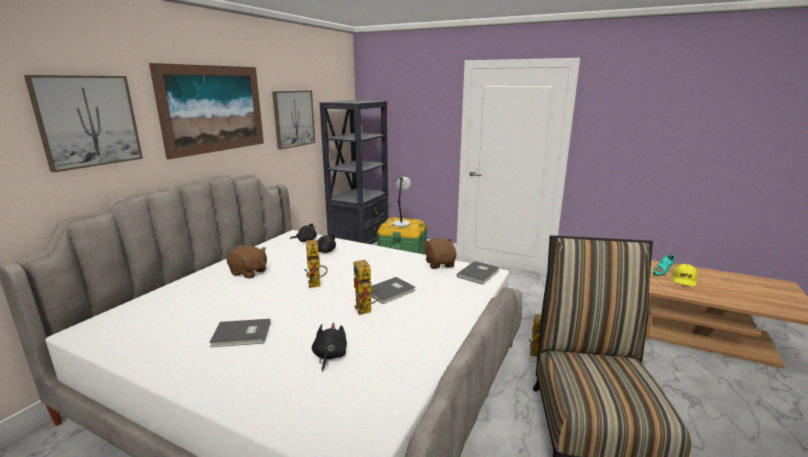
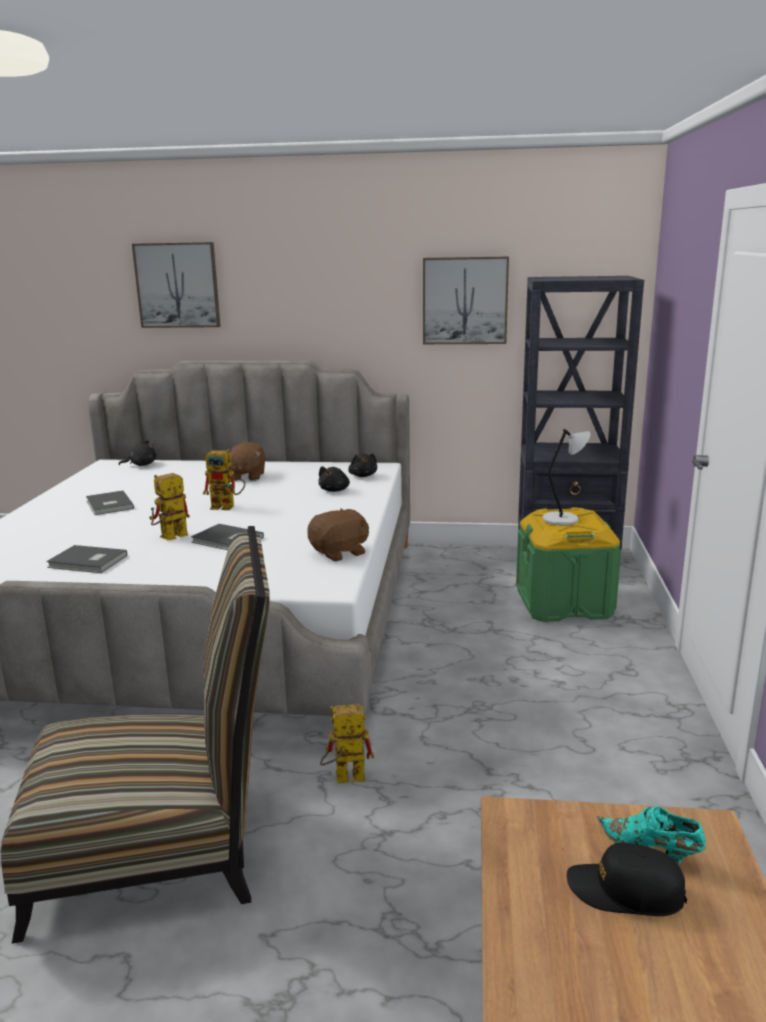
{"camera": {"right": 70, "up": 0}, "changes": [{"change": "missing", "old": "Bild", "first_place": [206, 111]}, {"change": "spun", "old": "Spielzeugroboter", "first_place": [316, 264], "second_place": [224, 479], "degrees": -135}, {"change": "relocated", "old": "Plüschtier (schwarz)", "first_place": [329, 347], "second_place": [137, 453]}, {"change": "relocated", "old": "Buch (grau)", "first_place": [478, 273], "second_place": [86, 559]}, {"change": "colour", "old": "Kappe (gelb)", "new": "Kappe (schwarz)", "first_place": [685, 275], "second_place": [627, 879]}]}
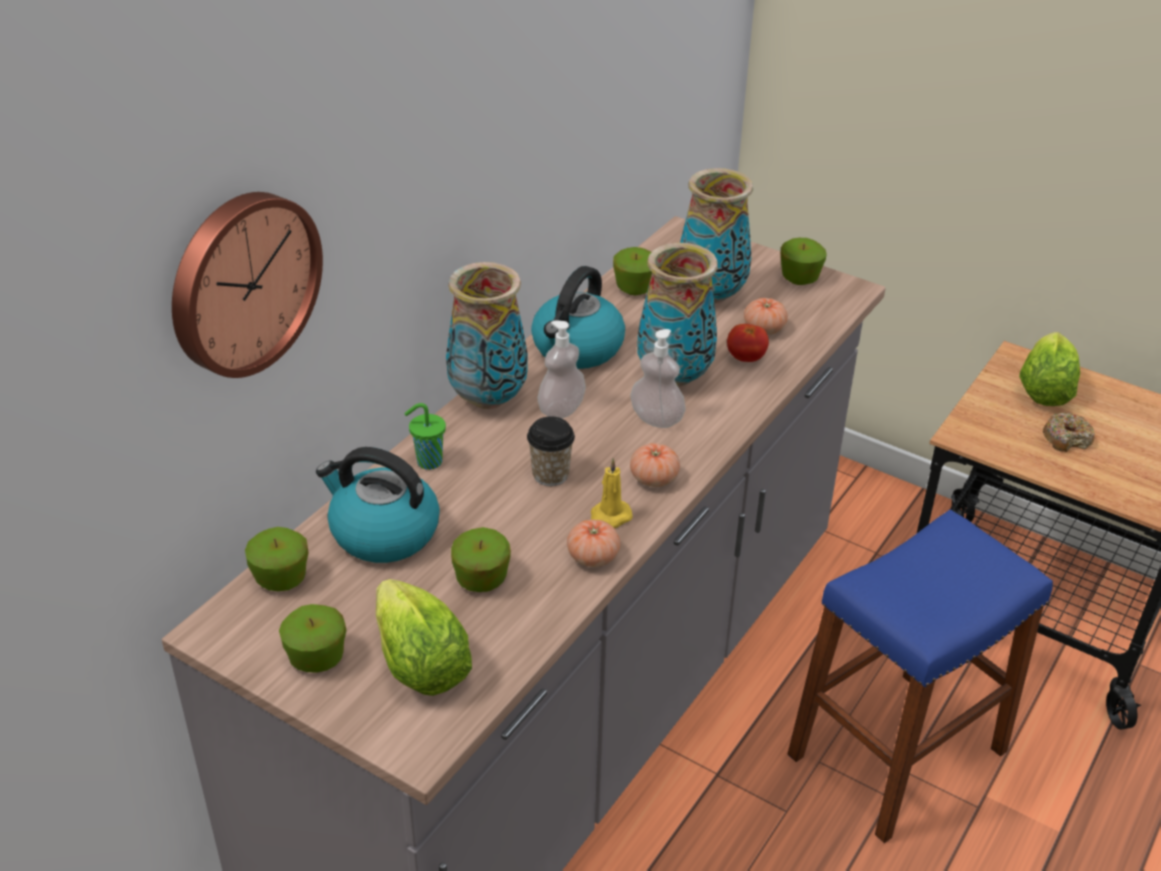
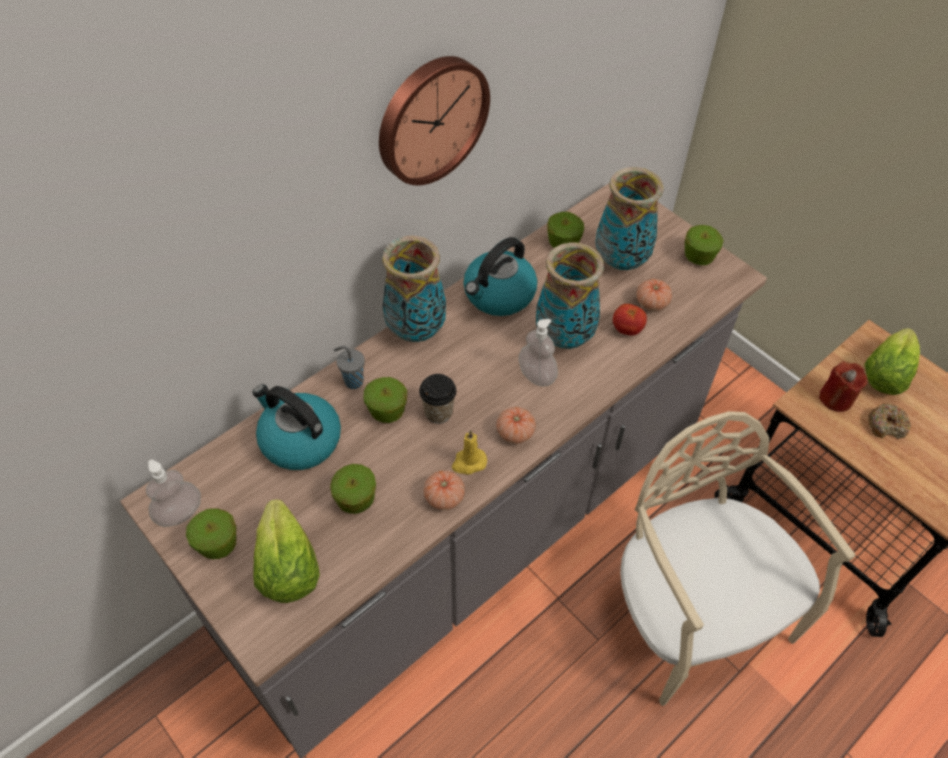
{"camera": {"right": 15, "up": 15}, "changes": [{"change": "relocated", "old": "Wanduhr", "first_place": [247, 285], "second_place": [434, 120]}, {"change": "relocated", "old": "Apfel", "first_place": [276, 559], "second_place": [385, 400]}, {"change": "colour", "old": "Tasse (grün)", "new": "Tasse (grau)", "first_place": [425, 436], "second_place": [349, 367]}, {"change": "relocated", "old": "Seifenspender", "first_place": [561, 370], "second_place": [173, 493]}, {"change": "exchanged", "old": "Hocker (blau)", "new": "Stuhl (beige)", "first_place": [920, 676], "second_place": [738, 558]}, {"change": "appeared", "new": "Kerze (rot)", "second_place": [843, 387]}]}
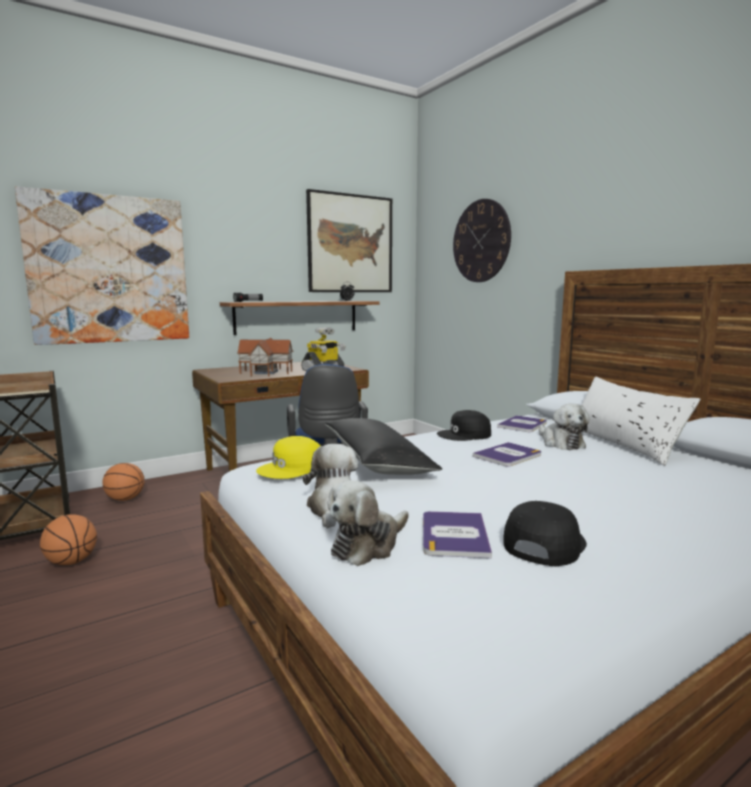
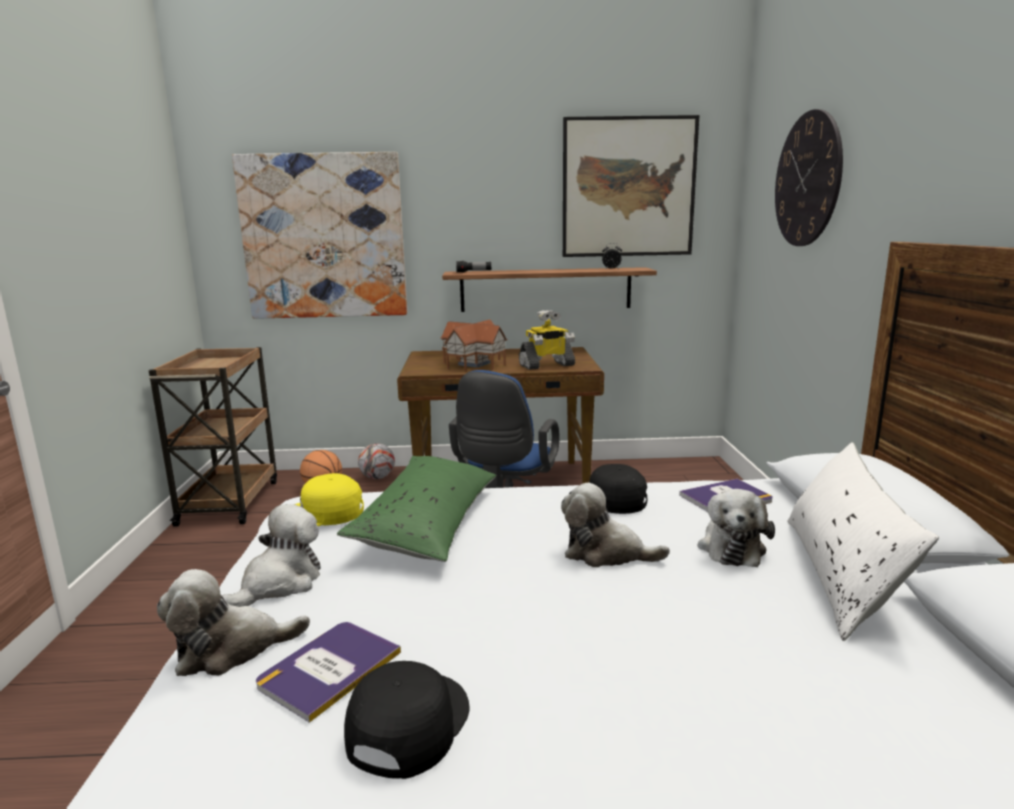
{"camera": {"right": 30, "up": 5}, "changes": [{"change": "missing", "old": "Basketball", "first_place": [68, 539]}, {"change": "colour", "old": "Kissen (schwarz)", "new": "Kissen (grün)", "first_place": [383, 446], "second_place": [416, 509]}, {"change": "exchanged", "old": "Buch", "new": "Plüschtier", "first_place": [507, 454], "second_place": [615, 525]}, {"change": "spun", "old": "Kappe (schwarz)", "first_place": [545, 533], "second_place": [407, 720], "degrees": -45}, {"change": "appeared", "new": "Fußball", "second_place": [376, 461]}]}
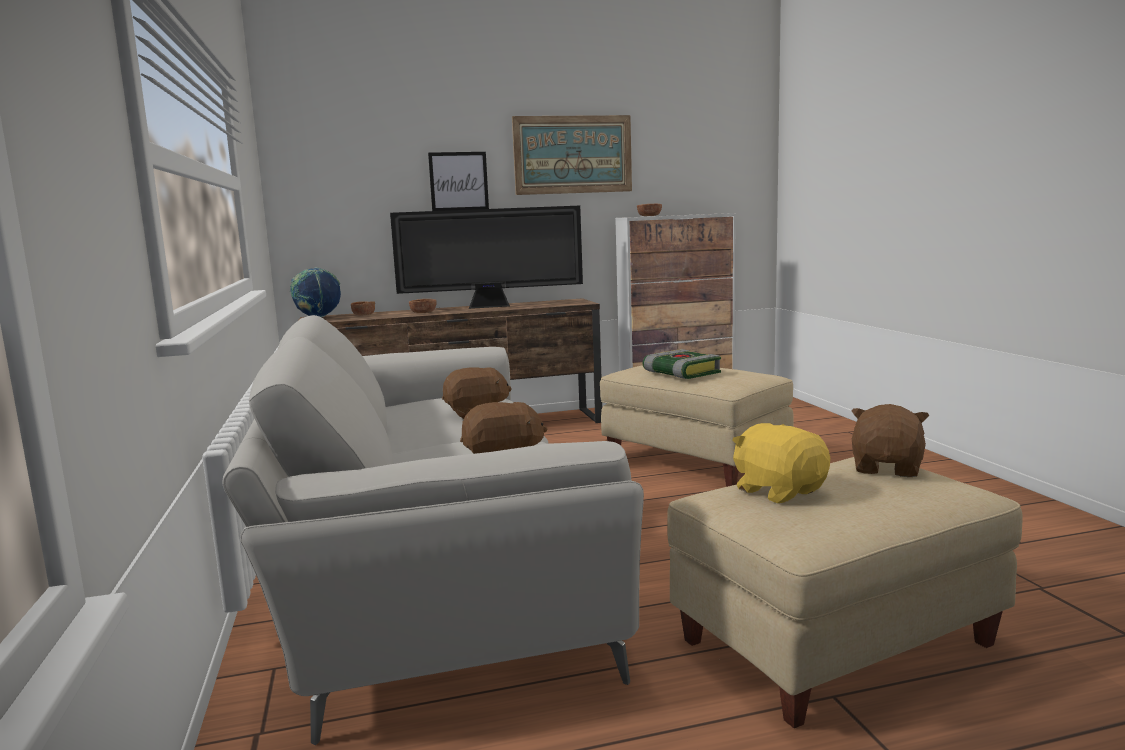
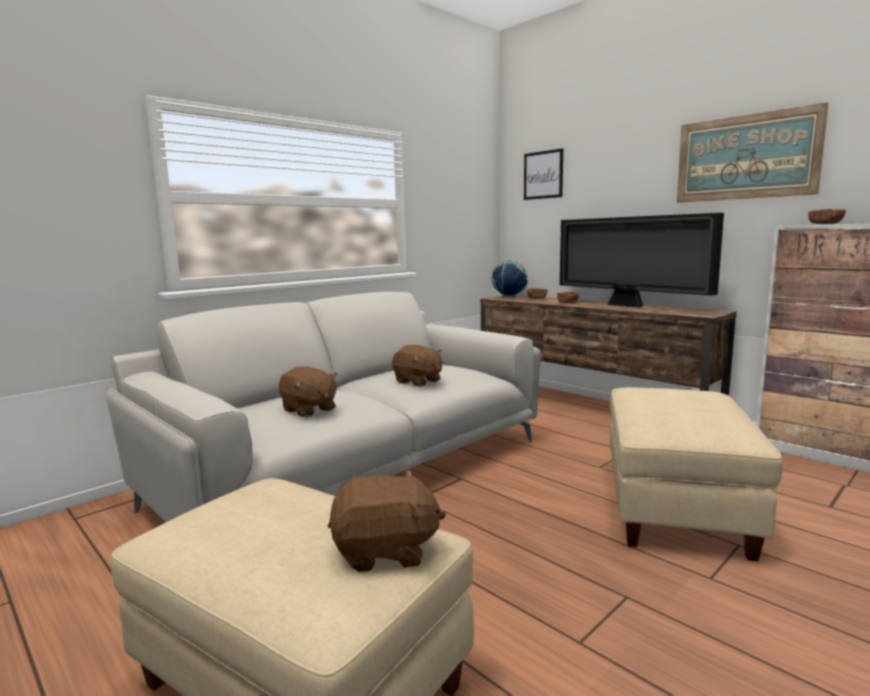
{"camera": {"right": 60, "up": 0}, "changes": [{"change": "relocated", "old": "Bild", "first_place": [458, 181], "second_place": [543, 174]}, {"change": "missing", "old": "Buch", "first_place": [681, 364]}, {"change": "missing", "old": "Plüschtier (gelb)", "first_place": [781, 463]}]}
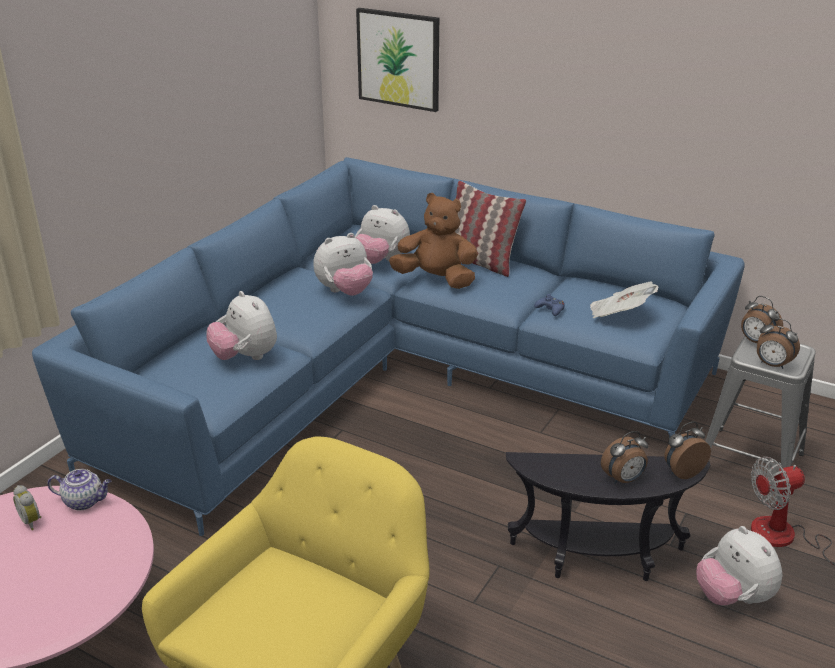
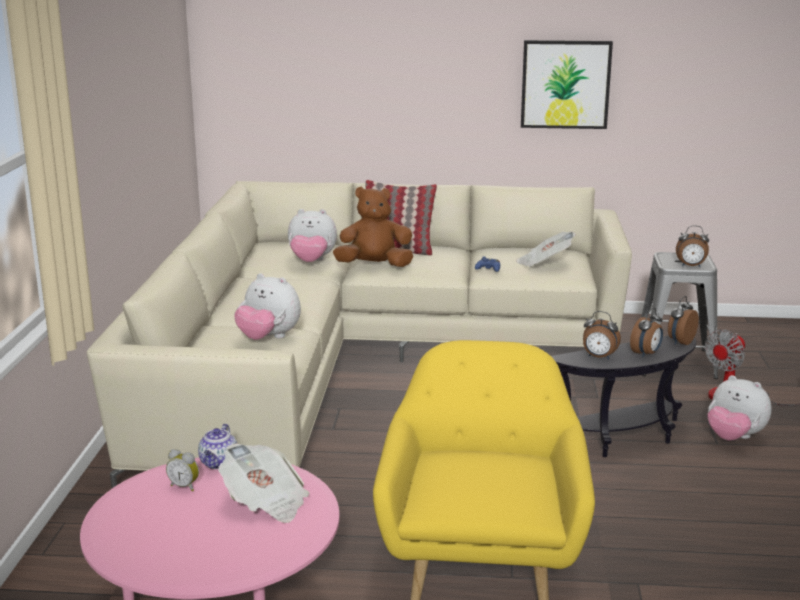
{"camera": {"right": -25, "up": -10}, "changes": [{"change": "colour", "old": "Sofa (blau)", "new": "Sofa (beige)", "first_place": [388, 346], "second_place": [359, 334]}, {"change": "spun", "old": "Teekanne", "first_place": [79, 489], "second_place": [217, 446], "degrees": 120}, {"change": "missing", "old": "Plüschtier", "first_place": [343, 264]}, {"change": "relocated", "old": "Bild", "first_place": [397, 60], "second_place": [567, 84]}, {"change": "relocated", "old": "Wecker", "first_place": [762, 319], "second_place": [602, 335]}, {"change": "appeared", "new": "Zeitung", "second_place": [264, 483]}]}
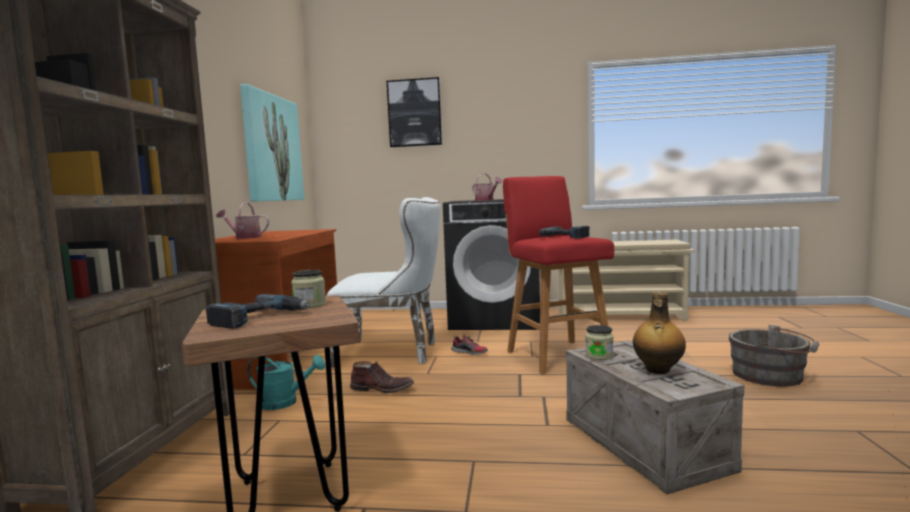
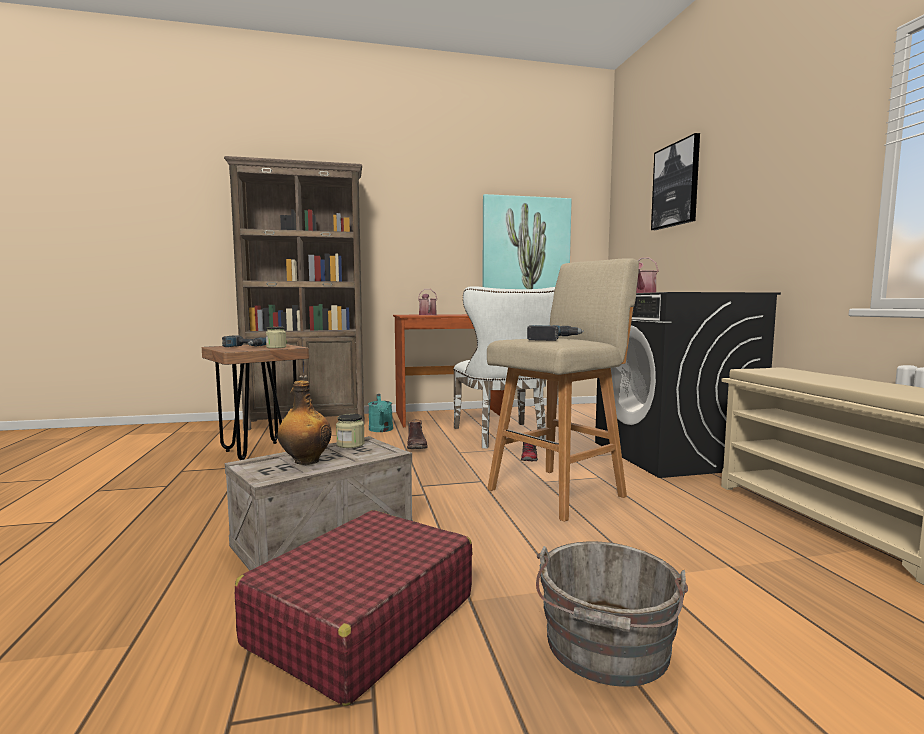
{"camera": {"right": 70, "up": 0}, "changes": [{"change": "colour", "old": "Hocker (rot)", "new": "Hocker (beige)", "first_place": [558, 275], "second_place": [563, 390]}, {"change": "appeared", "new": "Koffer (rot)", "second_place": [353, 608]}]}
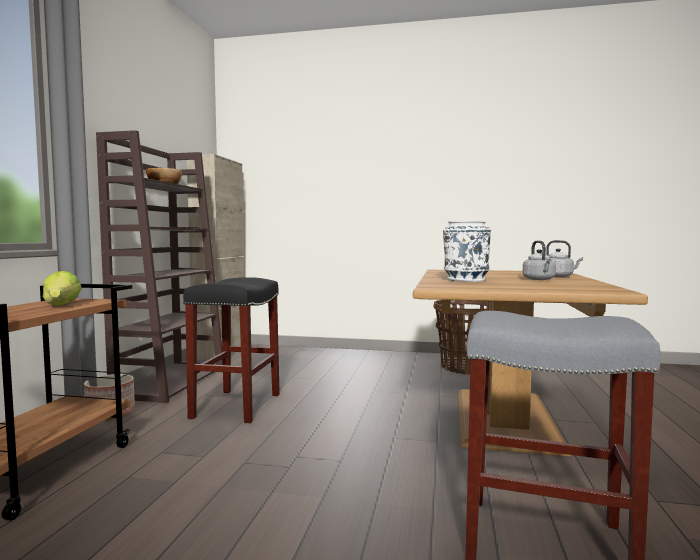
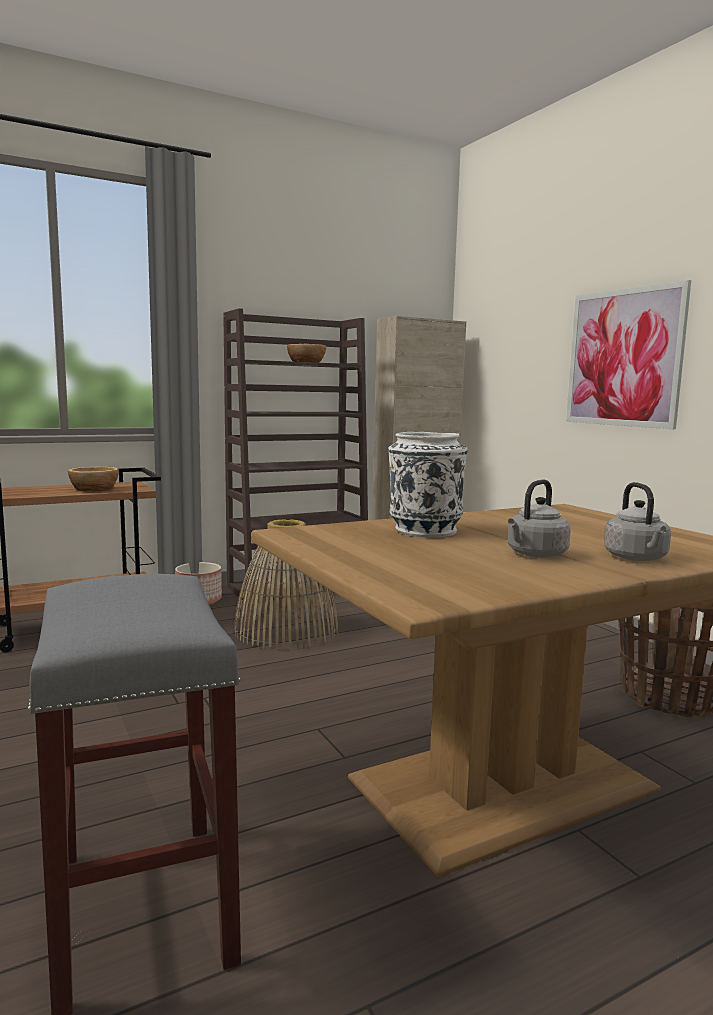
{"camera": {"right": 50, "up": 5}, "changes": [{"change": "exchanged", "old": "Salatkopf", "new": "Schüssel", "first_place": [62, 288], "second_place": [93, 478]}, {"change": "exchanged", "old": "Hocker (schwarz)", "new": "Korb", "first_place": [231, 350], "second_place": [286, 584]}, {"change": "appeared", "new": "Bild", "second_place": [628, 354]}]}
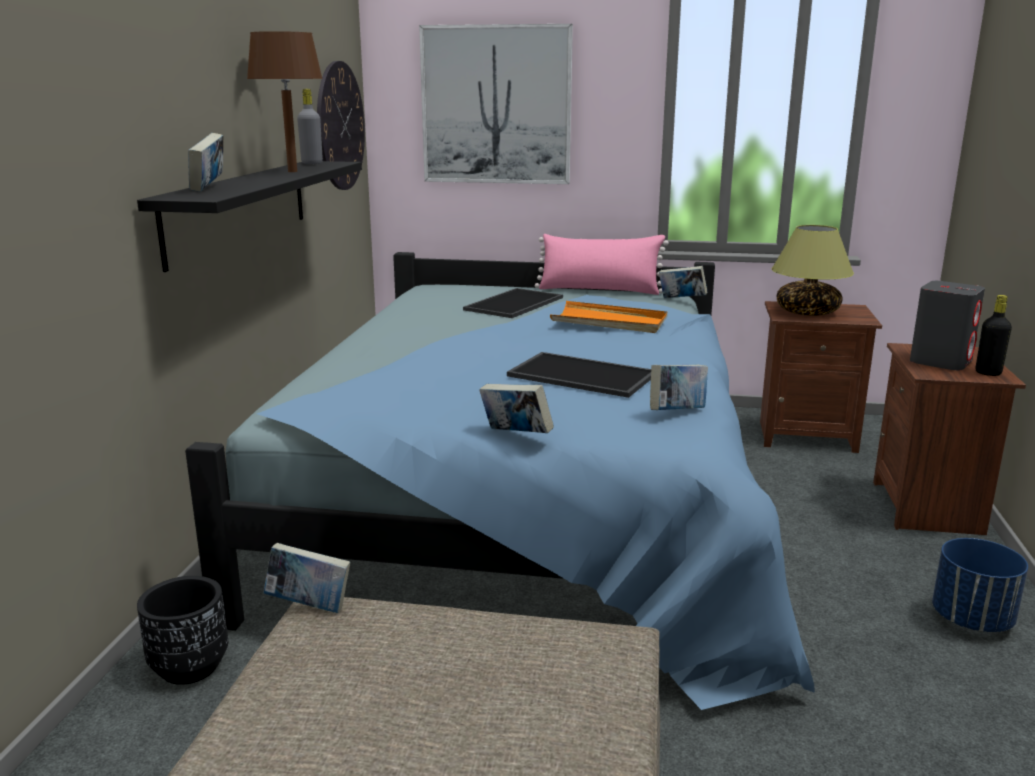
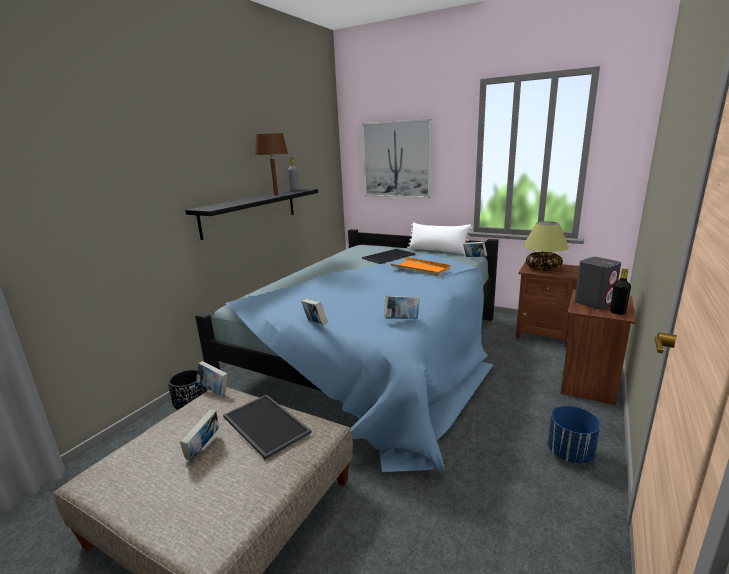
{"camera": {"right": 20, "up": 0}, "changes": [{"change": "relocated", "old": "Buch", "first_place": [206, 162], "second_place": [199, 435]}, {"change": "missing", "old": "Wanduhr", "first_place": [341, 125]}, {"change": "relocated", "old": "Tablett", "first_place": [579, 375], "second_place": [267, 427]}, {"change": "colour", "old": "Kissen (rosa)", "new": "Kissen (weiß)", "first_place": [602, 264], "second_place": [440, 238]}]}
